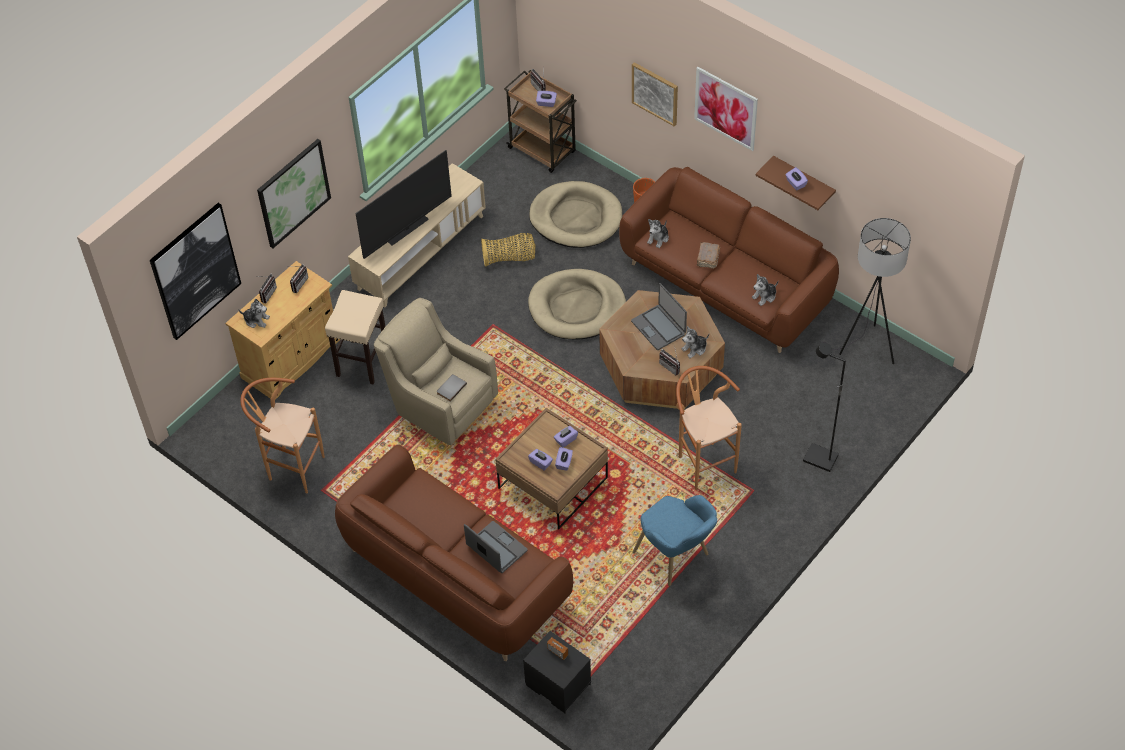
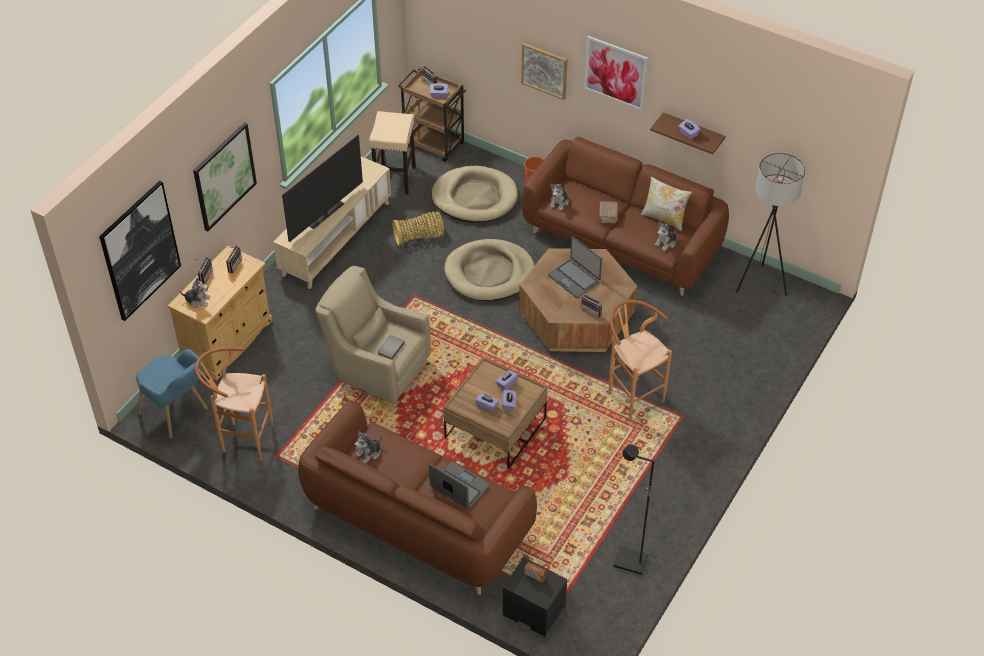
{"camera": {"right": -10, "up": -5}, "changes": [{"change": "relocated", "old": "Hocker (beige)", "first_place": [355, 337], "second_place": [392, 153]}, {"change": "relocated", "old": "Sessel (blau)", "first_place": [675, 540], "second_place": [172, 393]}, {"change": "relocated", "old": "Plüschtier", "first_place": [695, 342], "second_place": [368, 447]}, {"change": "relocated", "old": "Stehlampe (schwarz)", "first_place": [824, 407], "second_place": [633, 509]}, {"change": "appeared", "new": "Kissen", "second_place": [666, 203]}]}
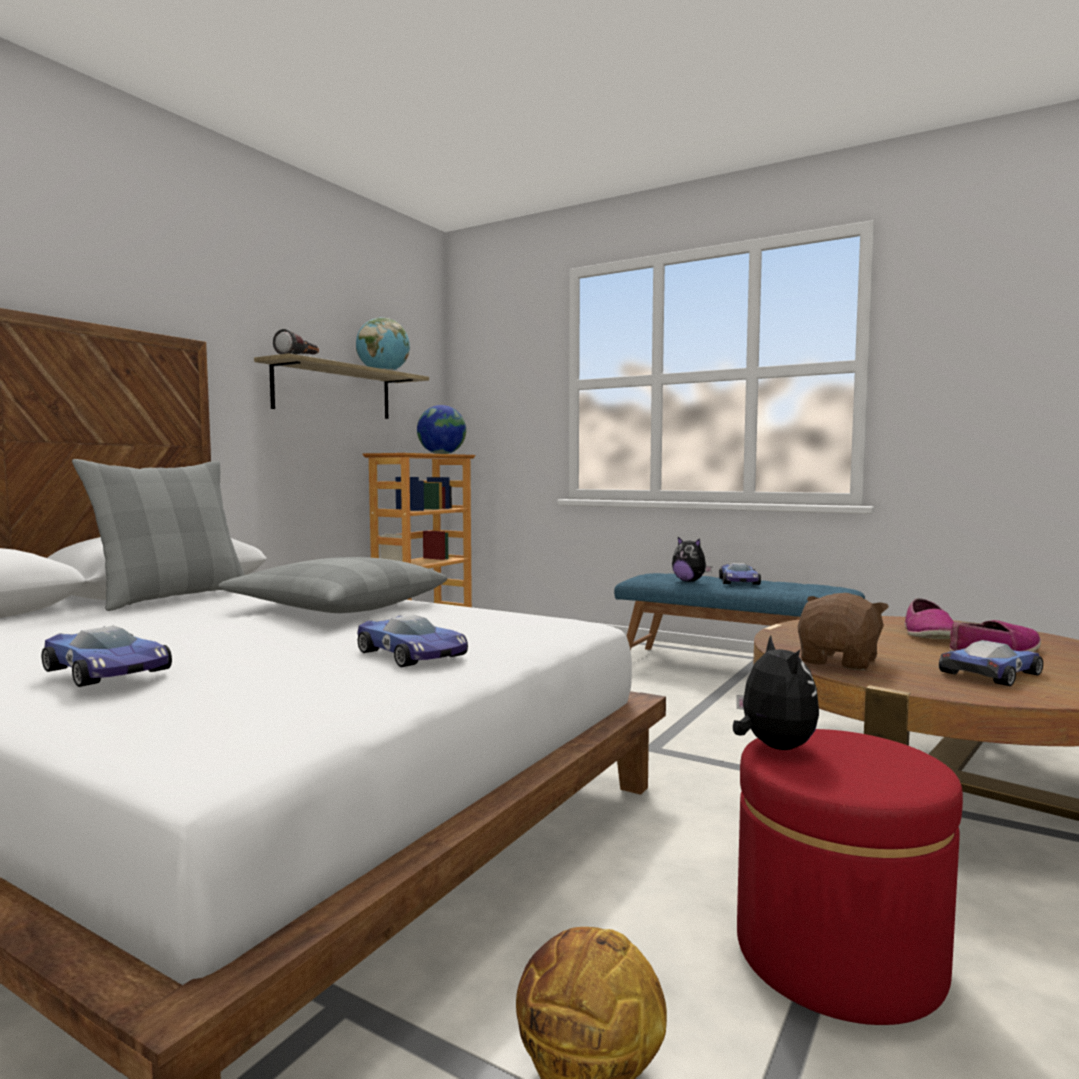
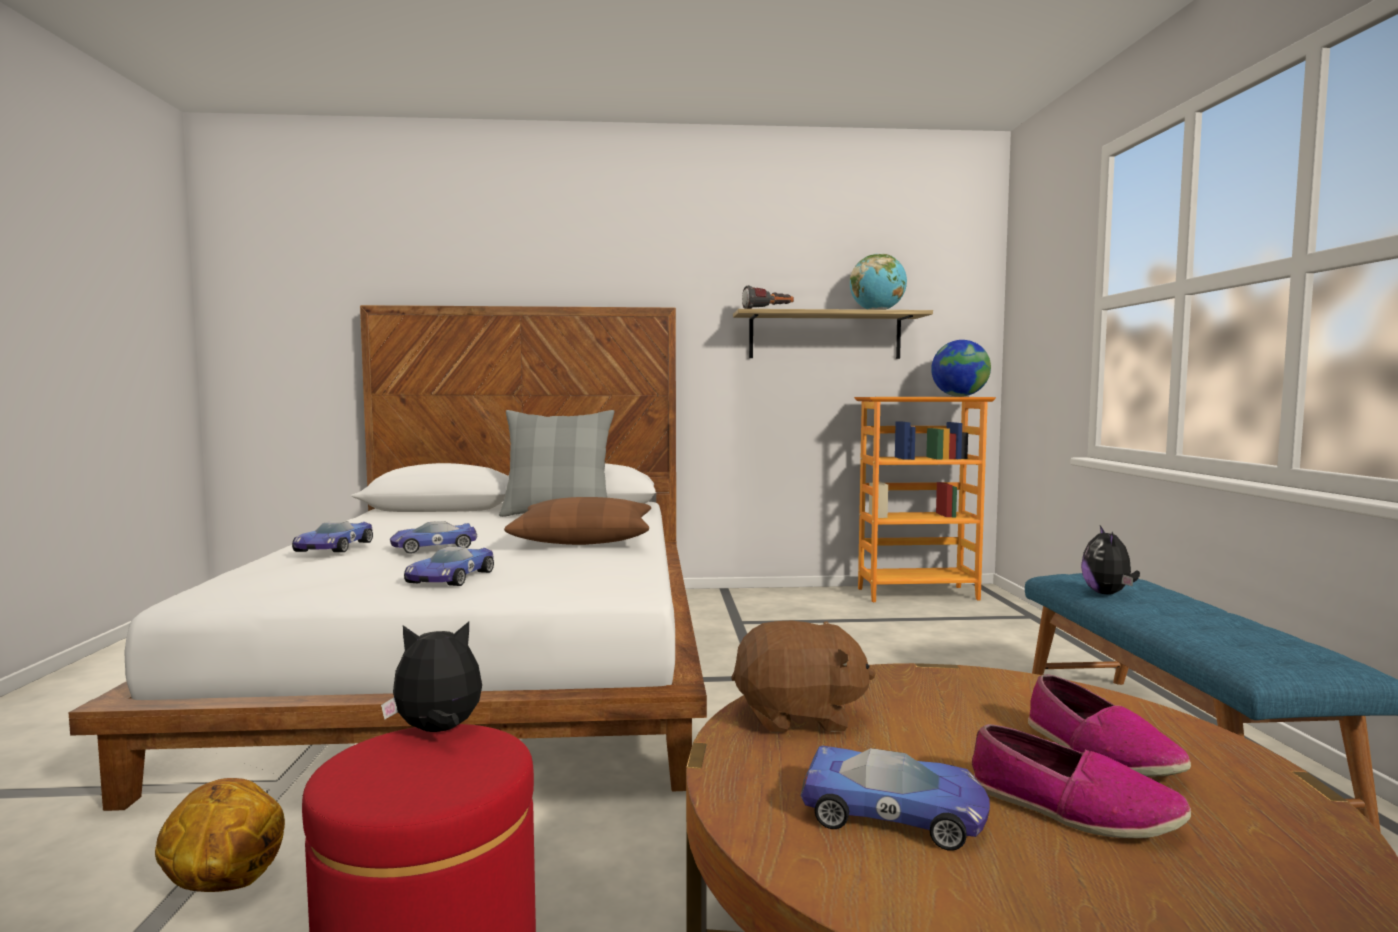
{"camera": {"right": 55, "up": 0}, "changes": [{"change": "colour", "old": "Kissen (grau)", "new": "Kissen (braun)", "first_place": [332, 585], "second_place": [577, 521]}, {"change": "relocated", "old": "Spielzeugauto", "first_place": [740, 574], "second_place": [434, 537]}, {"change": "spun", "old": "Plüschtier", "first_place": [776, 692], "second_place": [431, 677], "degrees": -150}, {"change": "spun", "old": "Schuh", "first_place": [929, 618], "second_place": [1109, 725], "degrees": -90}]}
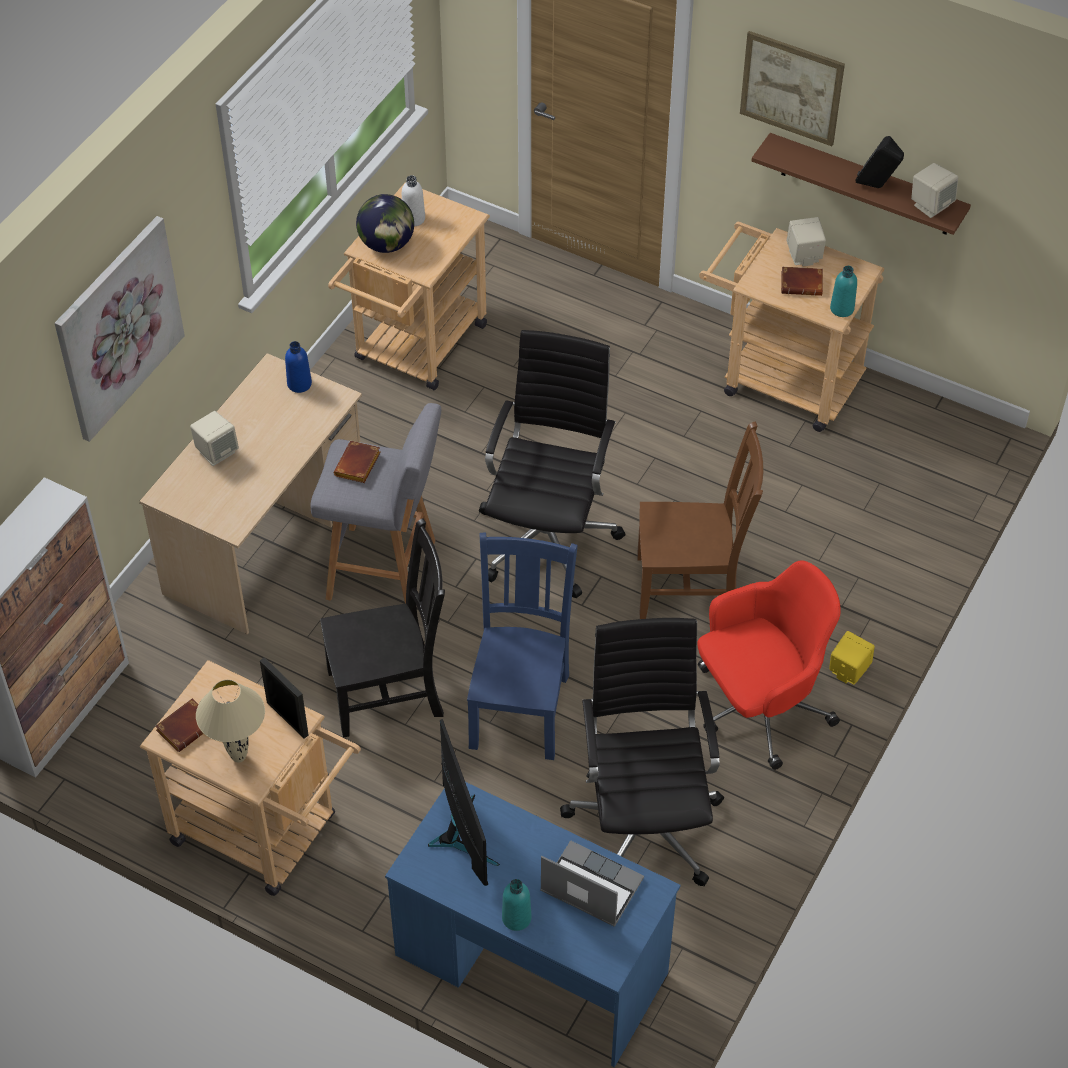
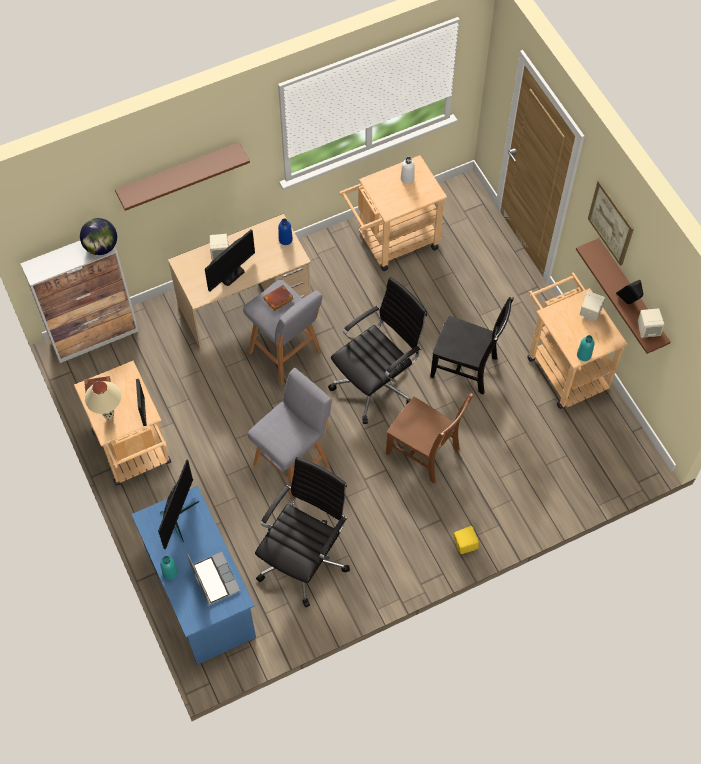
{"camera": {"right": 35, "up": 10}, "changes": [{"change": "exchanged", "old": "Bild", "new": "Wandregal (braun)", "first_place": [119, 329], "second_place": [182, 176]}, {"change": "relocated", "old": "Stuhl (schwarz)", "first_place": [382, 628], "second_place": [472, 346]}, {"change": "relocated", "old": "Globus", "first_place": [385, 223], "second_place": [98, 236]}, {"change": "exchanged", "old": "Stuhl (blau)", "new": "Hocker (grau)", "first_place": [522, 646], "second_place": [290, 433]}, {"change": "missing", "old": "Bürostuhl (rot)", "first_place": [769, 665]}, {"change": "missing", "old": "Buch (braun)", "first_place": [802, 281]}, {"change": "appeared", "new": "Monitor", "second_place": [230, 260]}]}
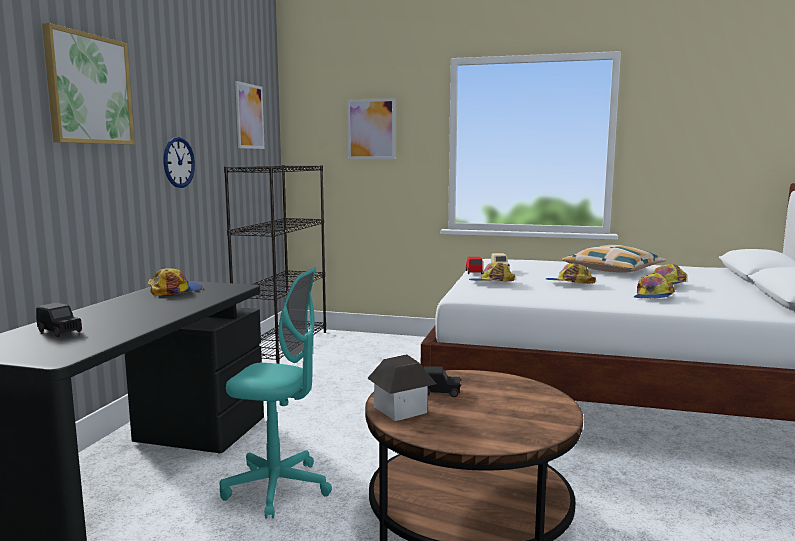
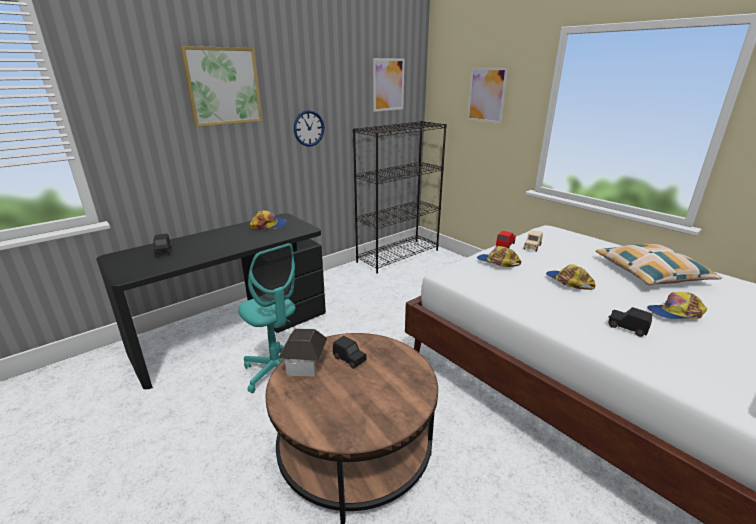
{"camera": {"right": 35, "up": 15}, "changes": [{"change": "exchanged", "old": "Kappe", "new": "Spielzeugauto (schwarz)", "first_place": [654, 285], "second_place": [630, 322]}]}
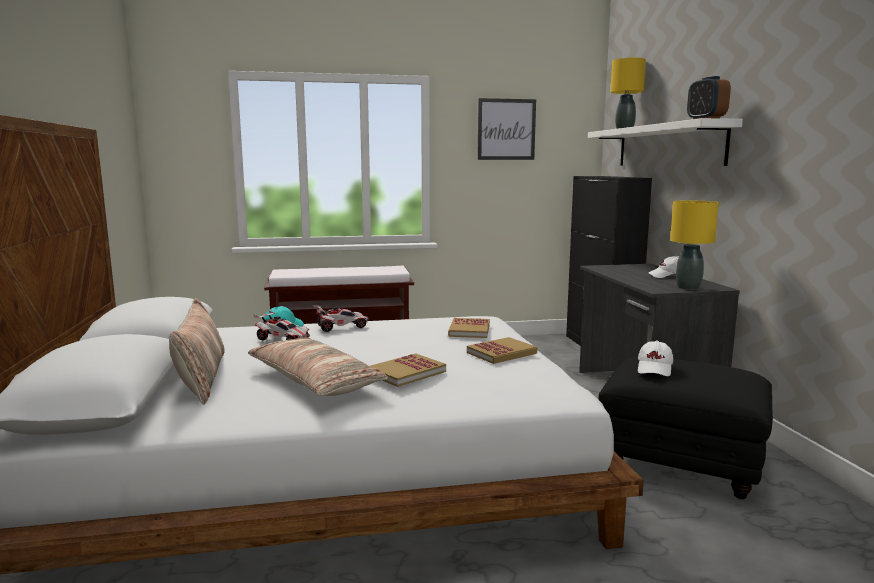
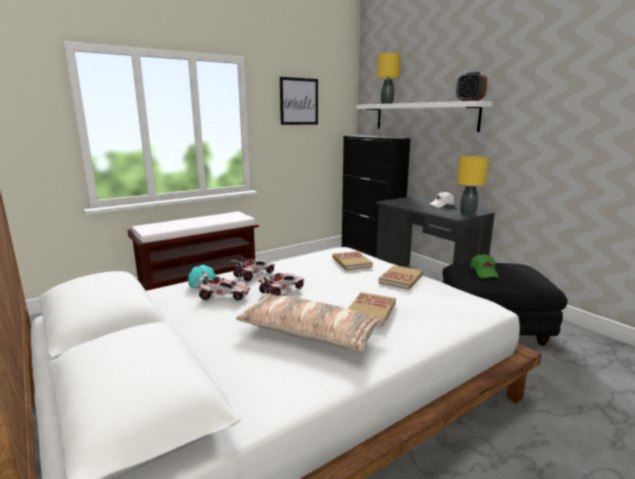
{"camera": {"right": -25, "up": 5}, "changes": [{"change": "missing", "old": "Kissen", "first_place": [197, 351]}, {"change": "colour", "old": "Kappe (weiß)", "new": "Kappe (grün)", "first_place": [655, 358], "second_place": [484, 266]}, {"change": "appeared", "new": "Spielzeugauto", "second_place": [280, 284]}]}
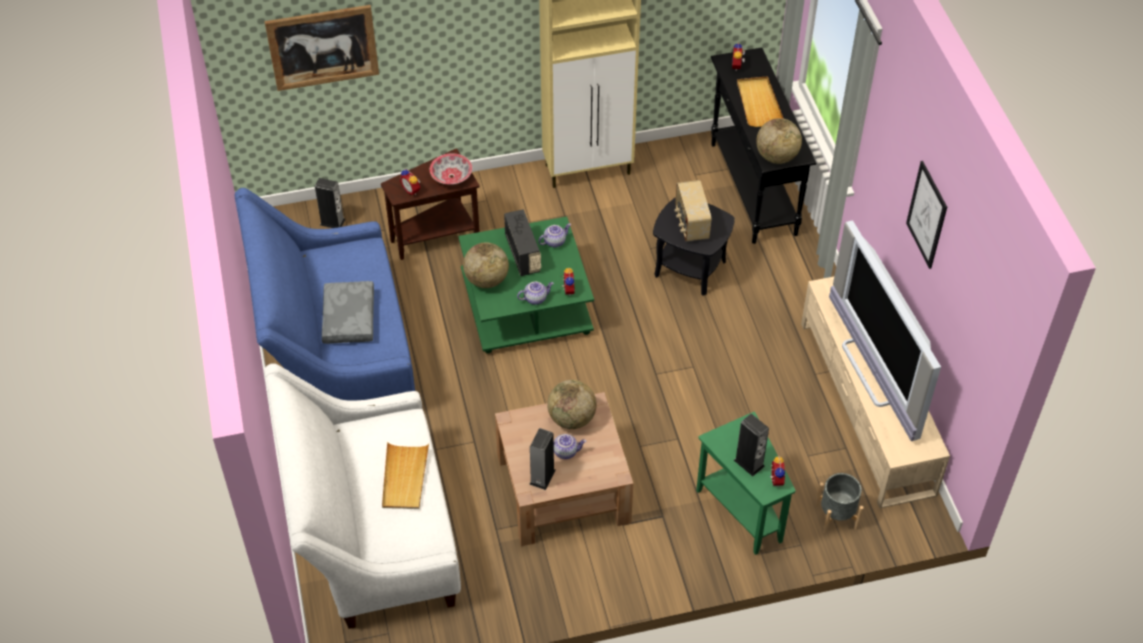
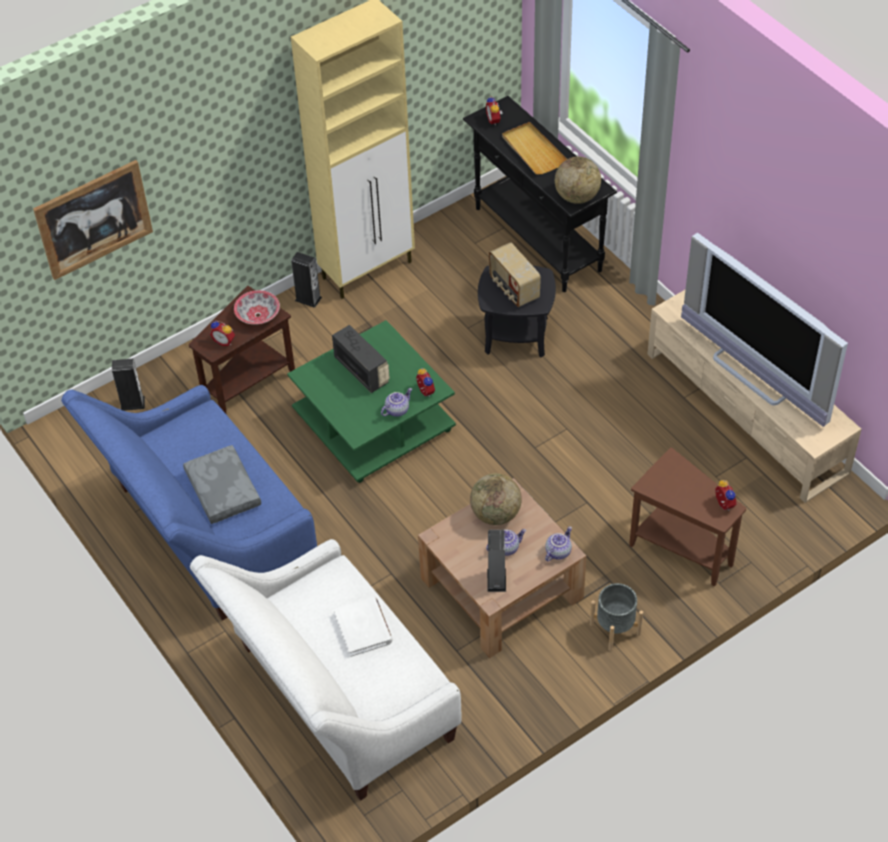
{"camera": {"right": -20, "up": 0}, "changes": [{"change": "exchanged", "old": "Tablett (beige)", "new": "Buch (weiß)", "first_place": [405, 475], "second_place": [363, 627]}, {"change": "missing", "old": "Globus", "first_place": [486, 265]}, {"change": "relocated", "old": "Teekanne", "first_place": [554, 235], "second_place": [558, 544]}, {"change": "colour", "old": "Beistelltisch (grün)", "new": "Beistelltisch (braun)", "first_place": [746, 483], "second_place": [687, 516]}, {"change": "relocated", "old": "Lautsprecher", "first_place": [751, 445], "second_place": [306, 280]}, {"change": "relocated", "old": "Pflanzkübel (grau)", "first_place": [839, 503], "second_place": [616, 617]}, {"change": "missing", "old": "Bild", "first_place": [926, 215]}]}
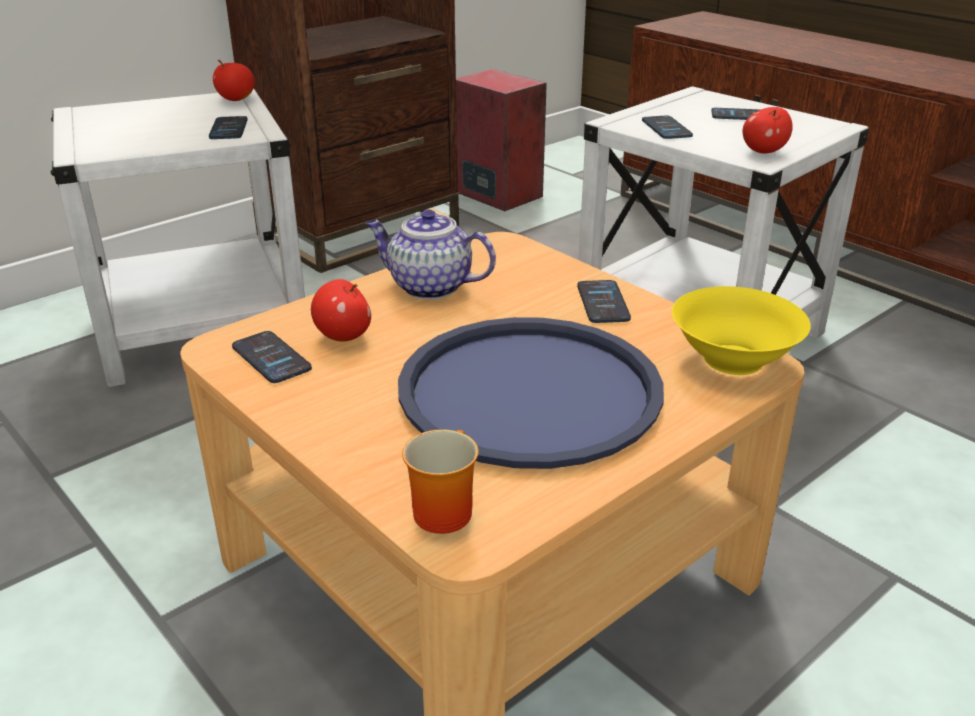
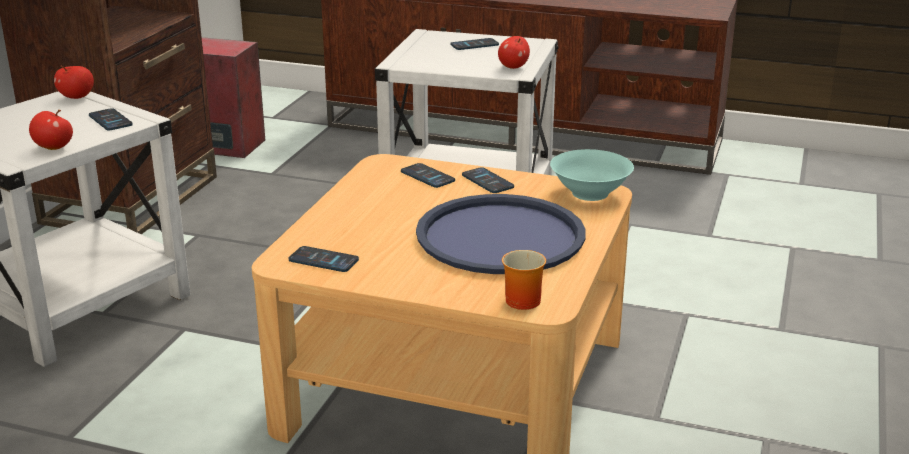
{"camera": {"right": -30, "up": -5}, "changes": [{"change": "relocated", "old": "Apfel", "first_place": [341, 310], "second_place": [51, 130]}, {"change": "missing", "old": "Teekanne", "first_place": [430, 254]}, {"change": "relocated", "old": "Handy", "first_place": [667, 127], "second_place": [428, 175]}, {"change": "colour", "old": "Schüssel (gelb)", "new": "Schüssel (türkis)", "first_place": [741, 330], "second_place": [592, 175]}]}
